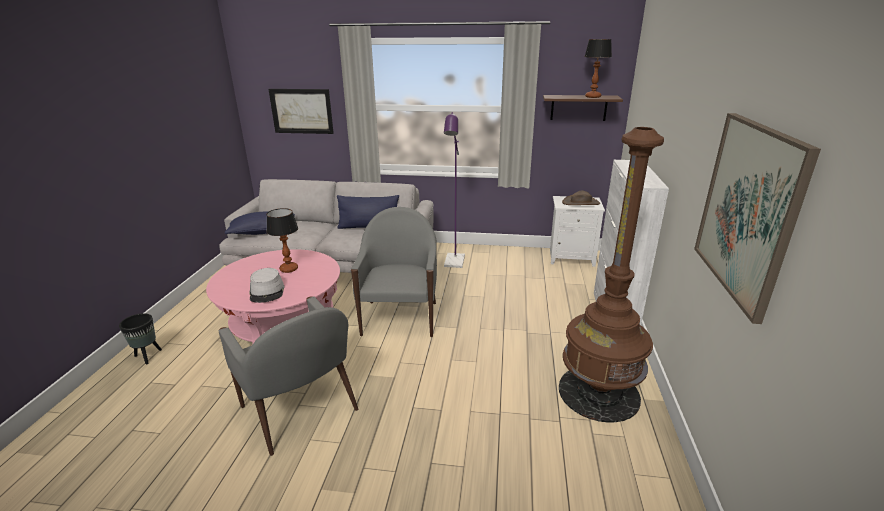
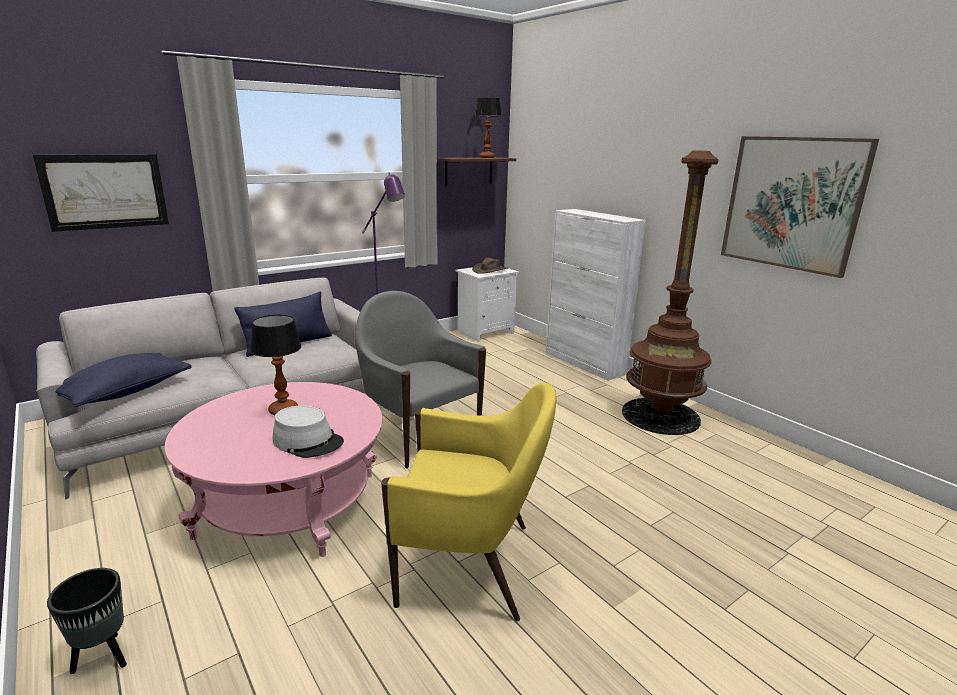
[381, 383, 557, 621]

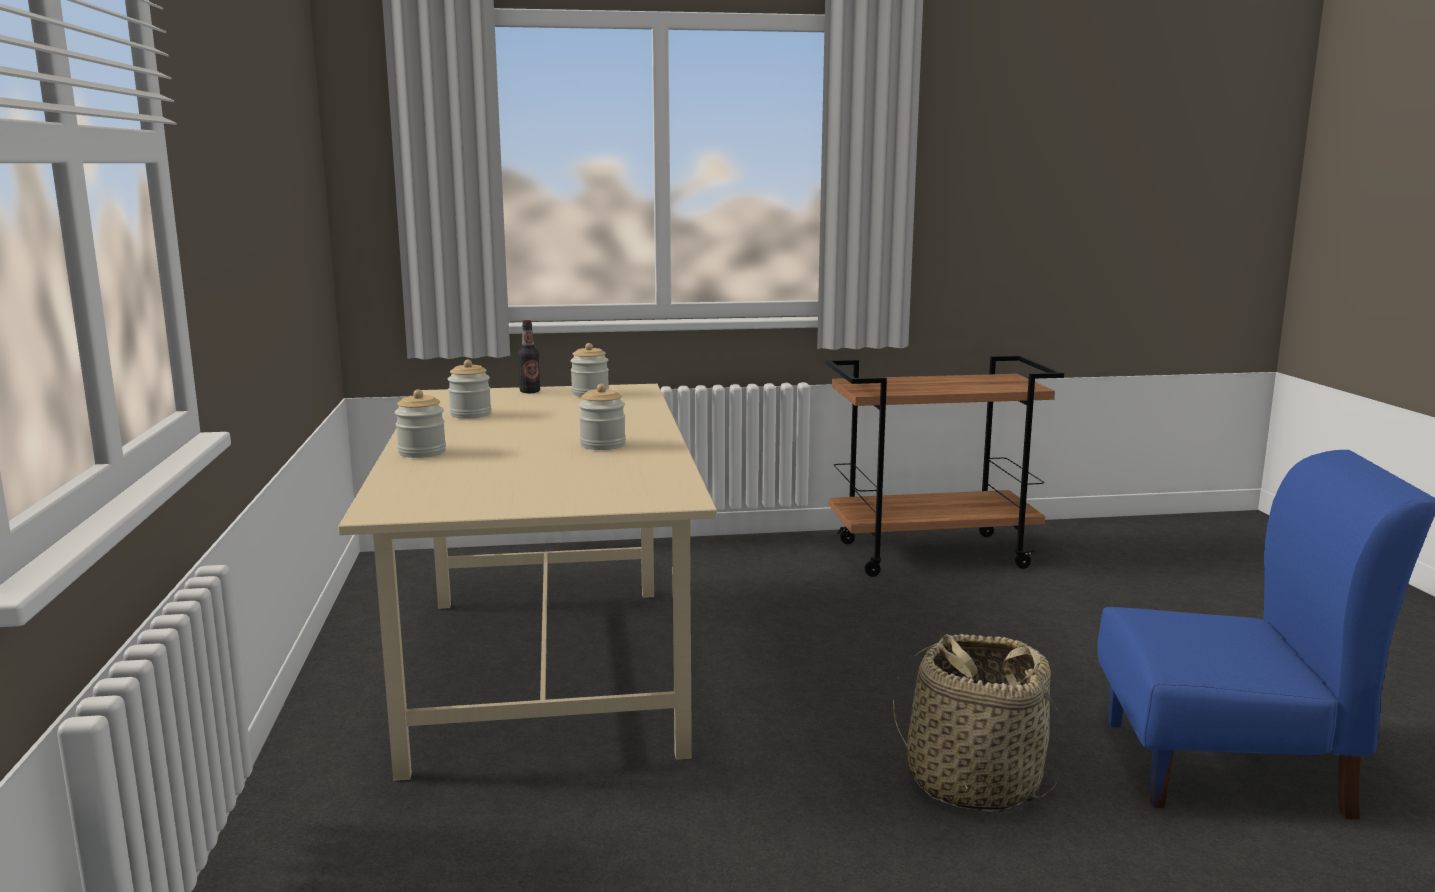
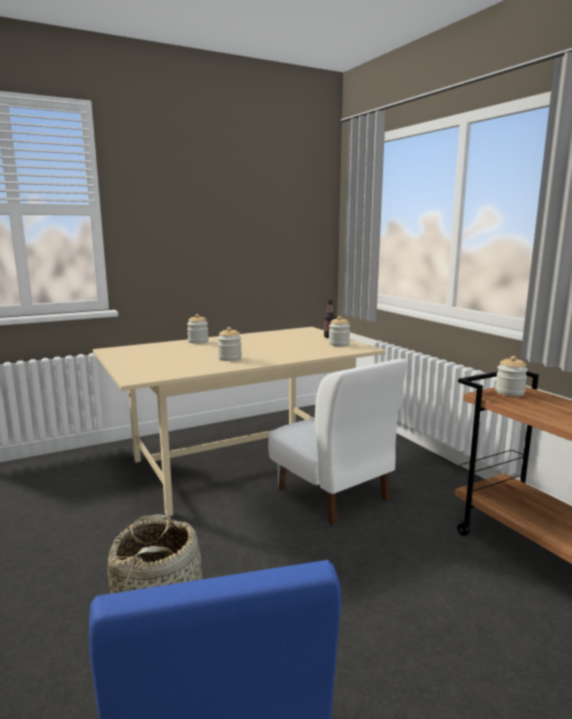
[495, 356, 528, 396]
[268, 358, 408, 525]

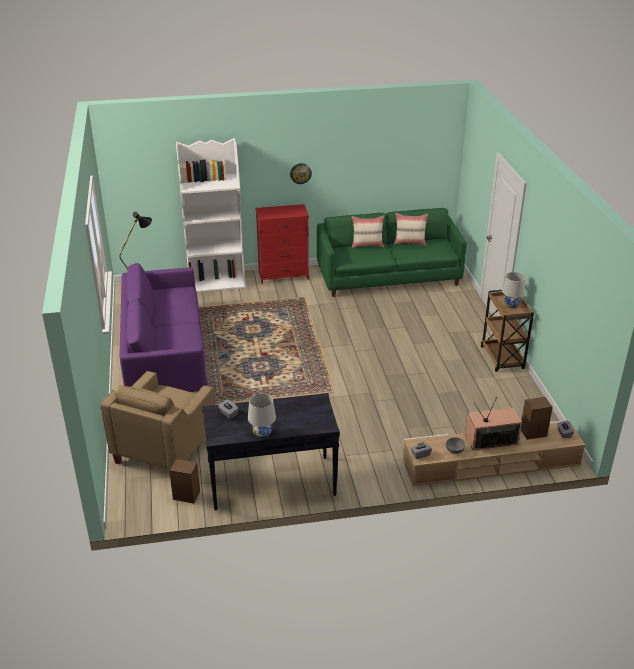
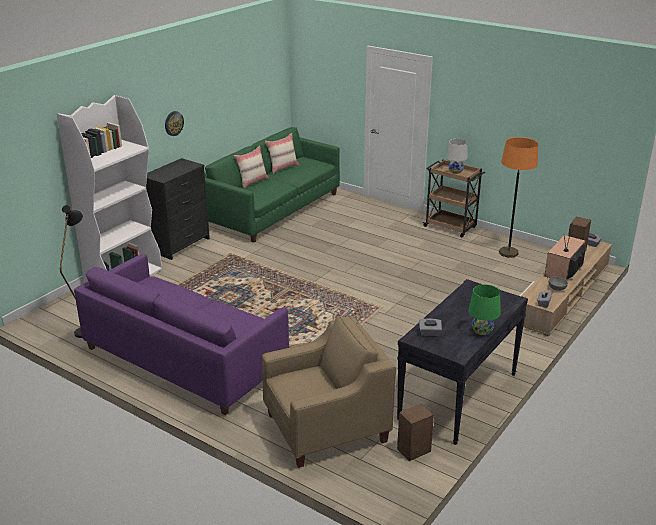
[262, 316, 396, 468]
[468, 284, 501, 335]
[146, 158, 210, 260]
[499, 137, 538, 258]

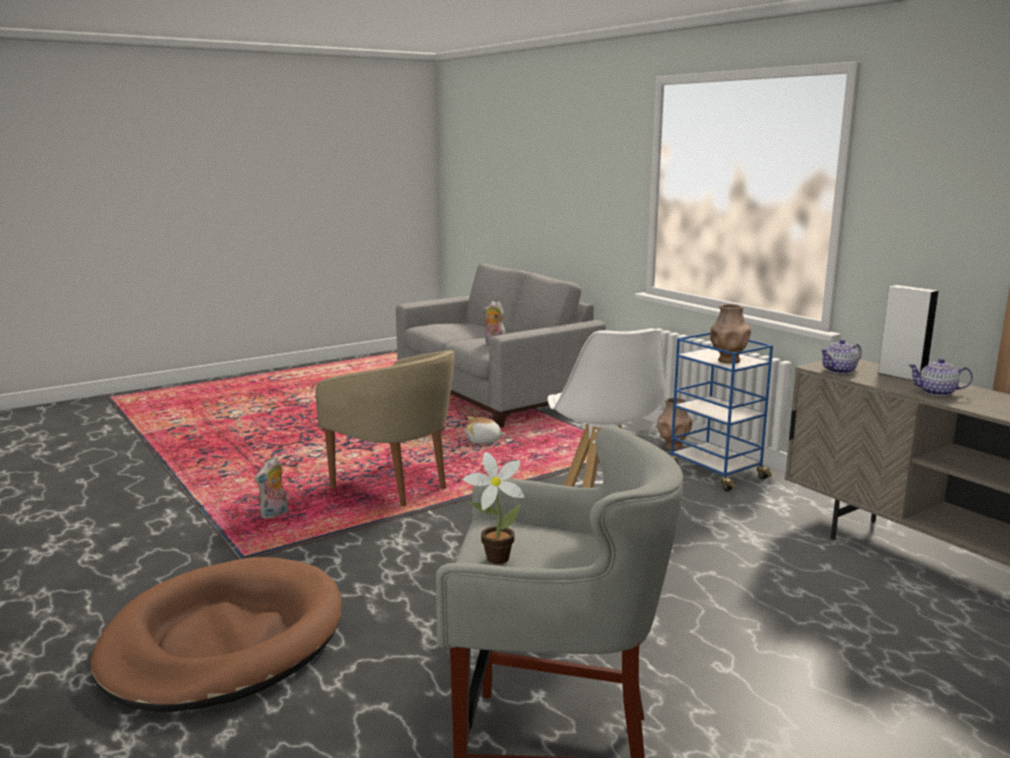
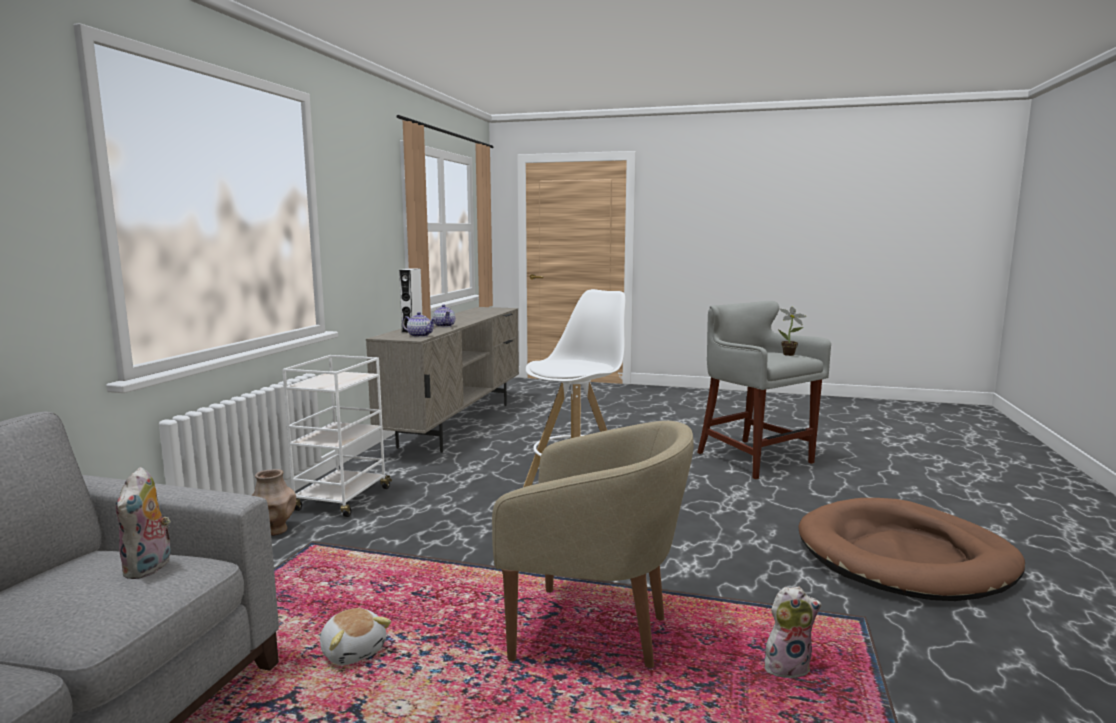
[492, 421, 694, 668]
[282, 355, 392, 517]
[710, 304, 751, 364] (first image)

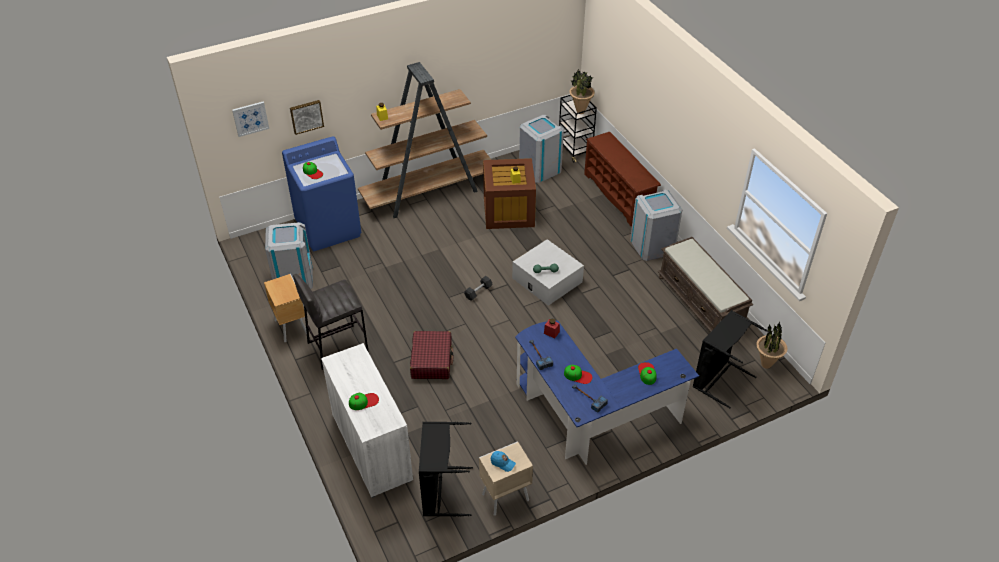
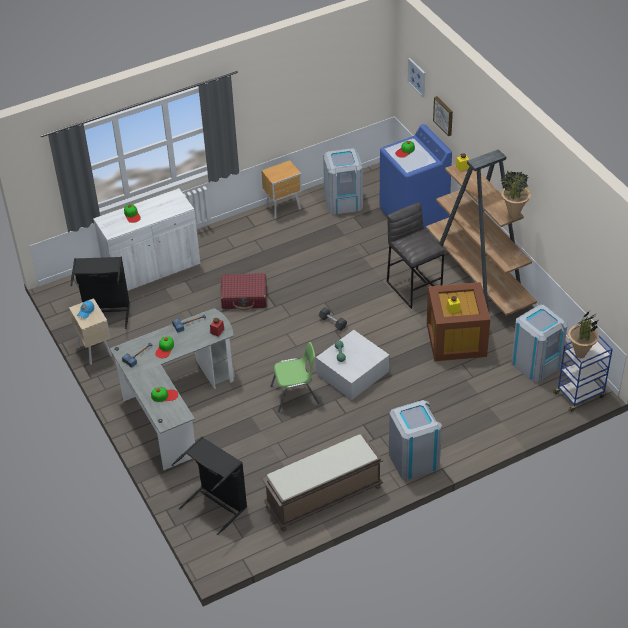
[387, 202, 445, 309]
[110, 308, 235, 470]
[552, 335, 613, 412]
[584, 132, 661, 227] (first image)
[500, 170, 531, 218]
[271, 342, 319, 412]

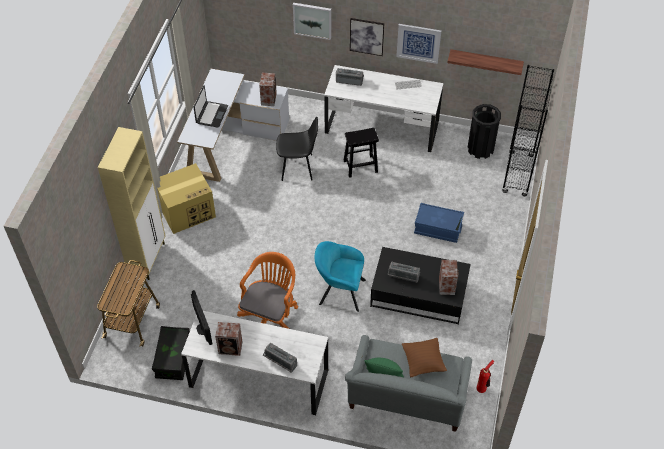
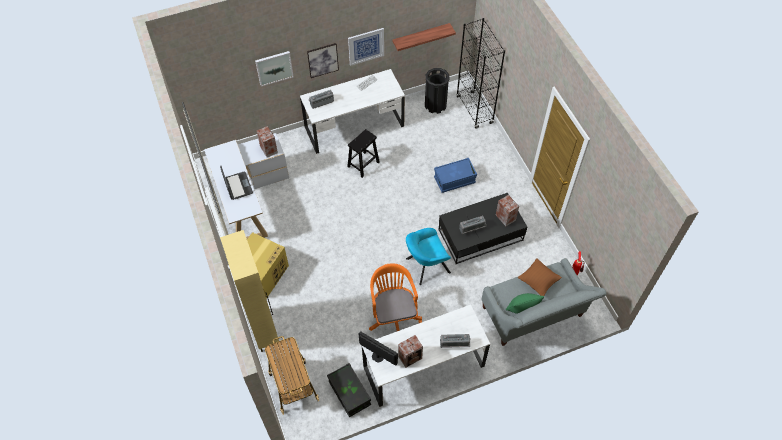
[276, 117, 318, 181] (first image)

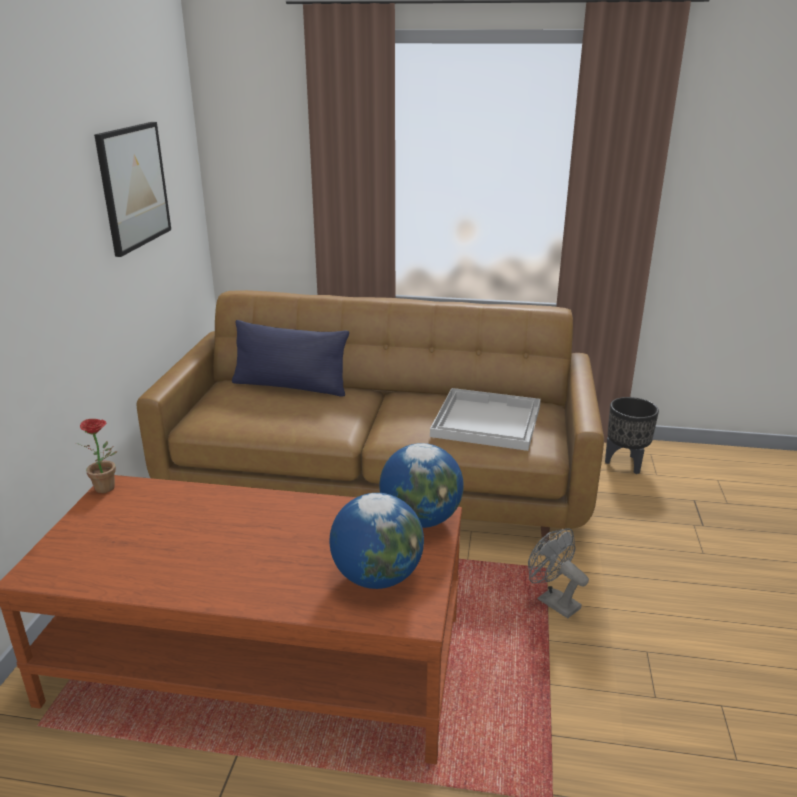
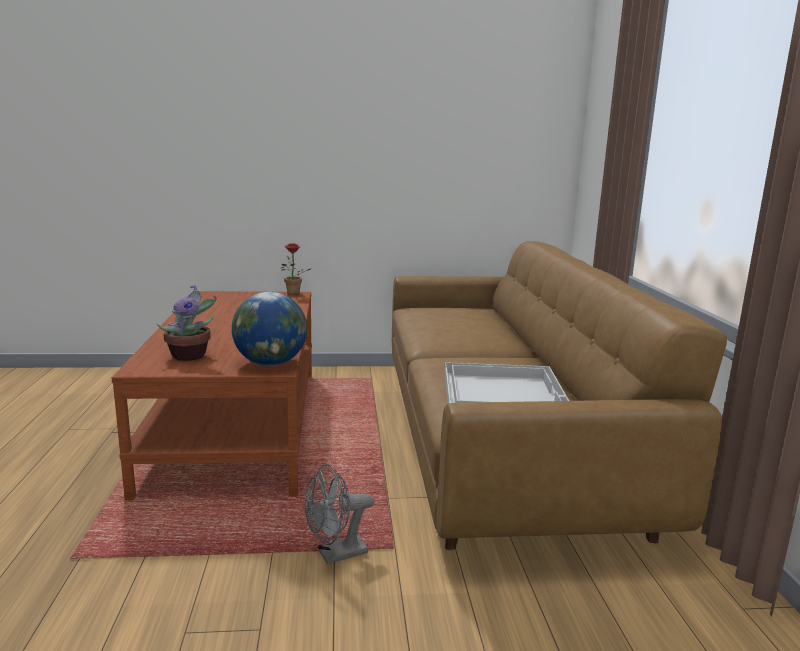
[94, 122, 171, 257] (first image)
[232, 320, 349, 396] (first image)
[156, 285, 217, 361]
[305, 464, 374, 564]
[605, 397, 659, 474] (first image)

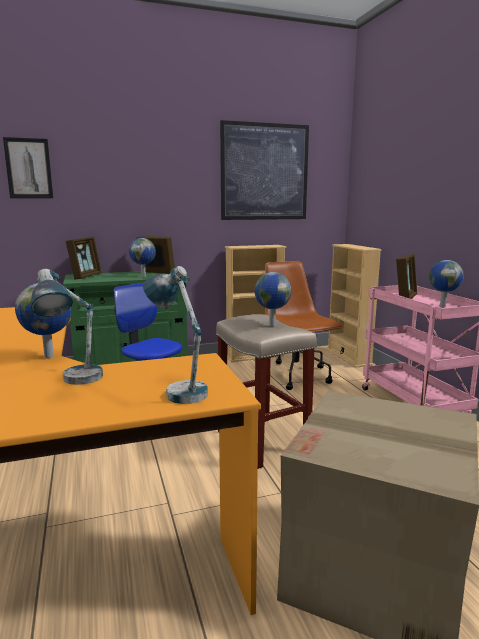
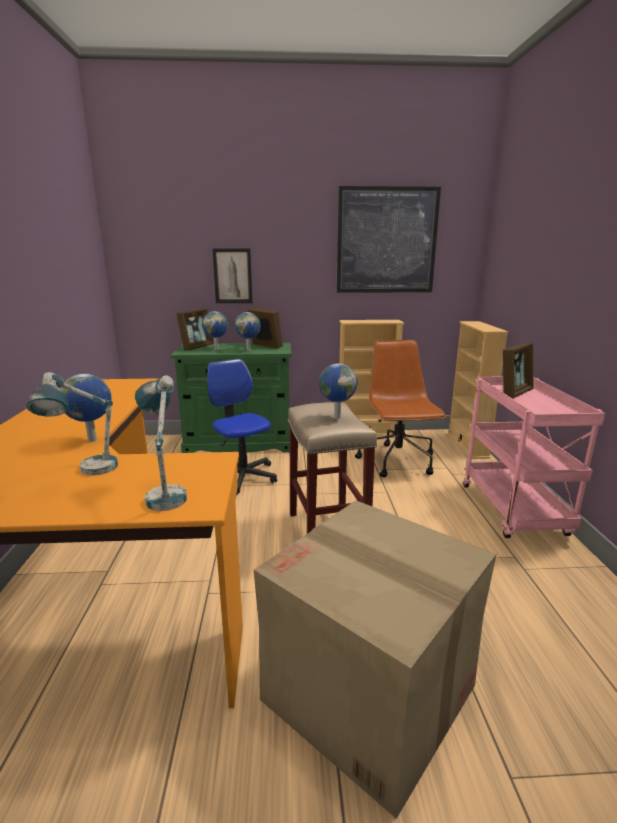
[212, 248, 253, 303]
[202, 311, 228, 350]

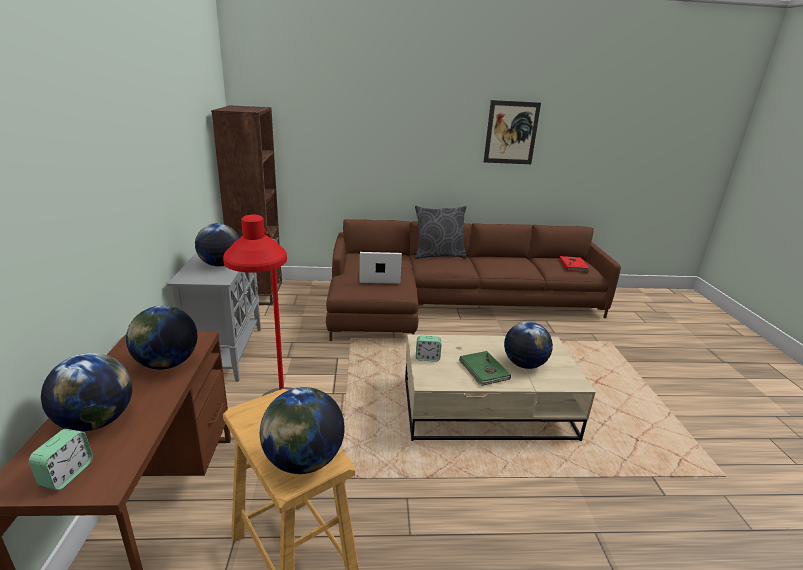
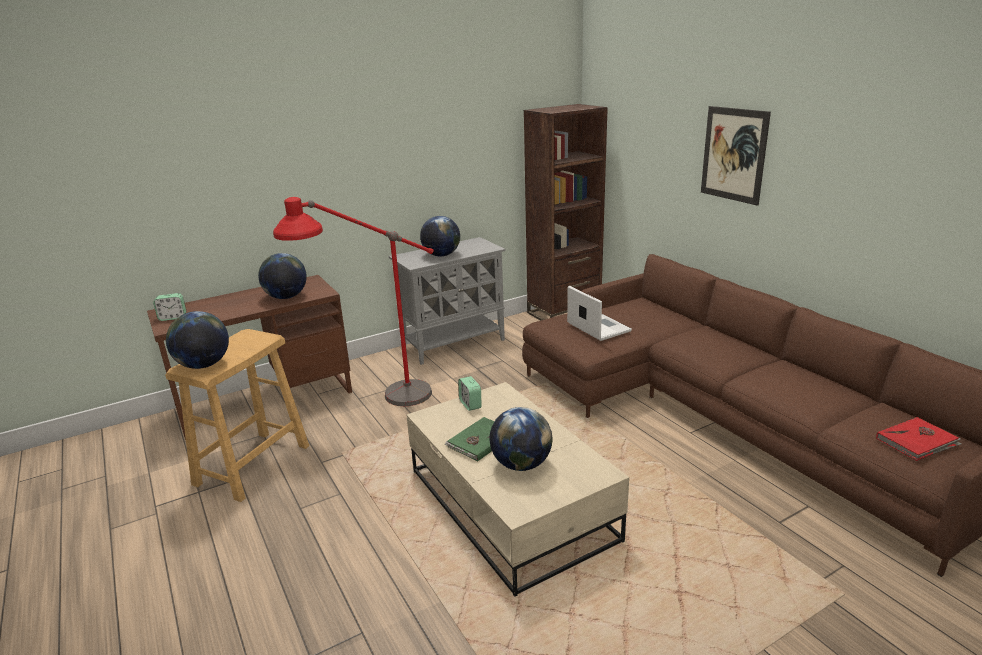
[41, 353, 132, 431] (first image)
[415, 206, 466, 259] (first image)
[701, 106, 771, 206]

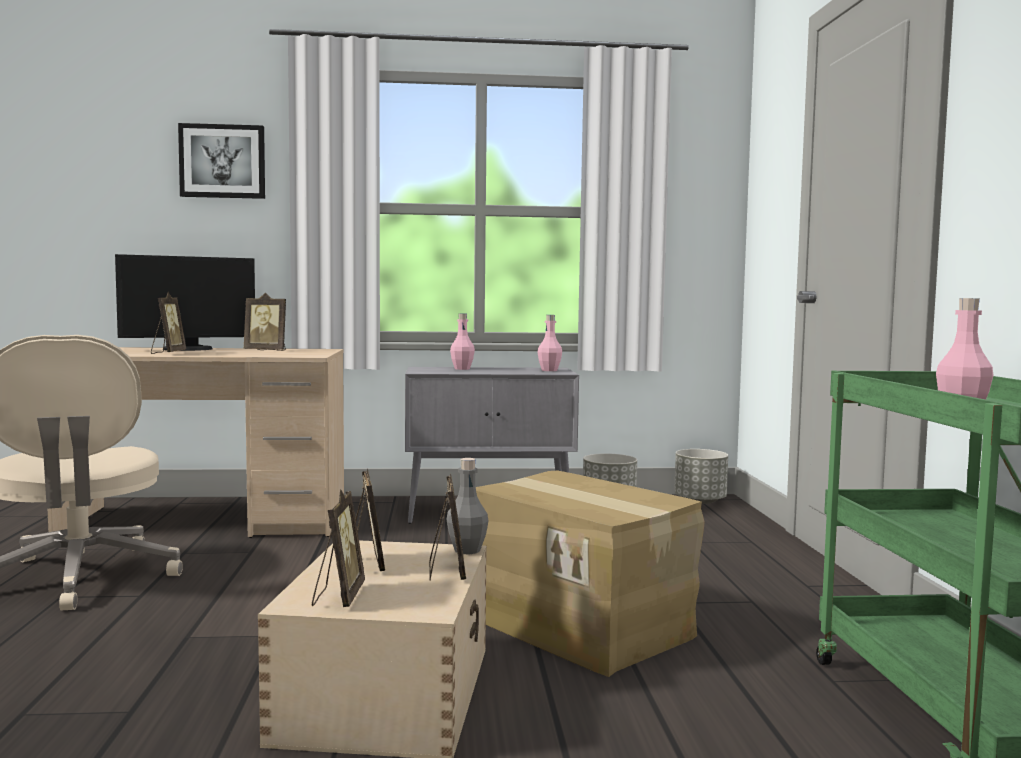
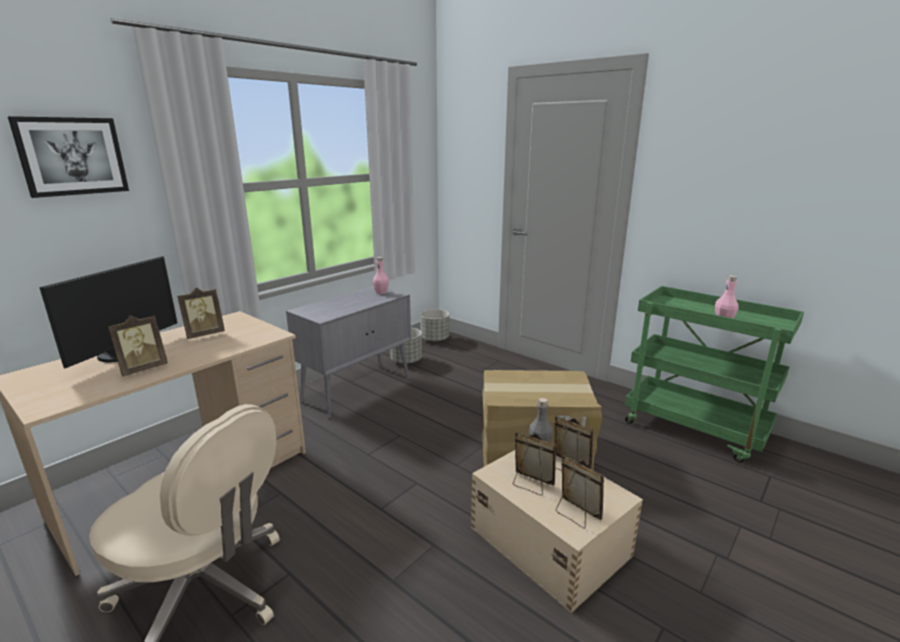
[108, 315, 168, 376]
[450, 313, 475, 370] (first image)

